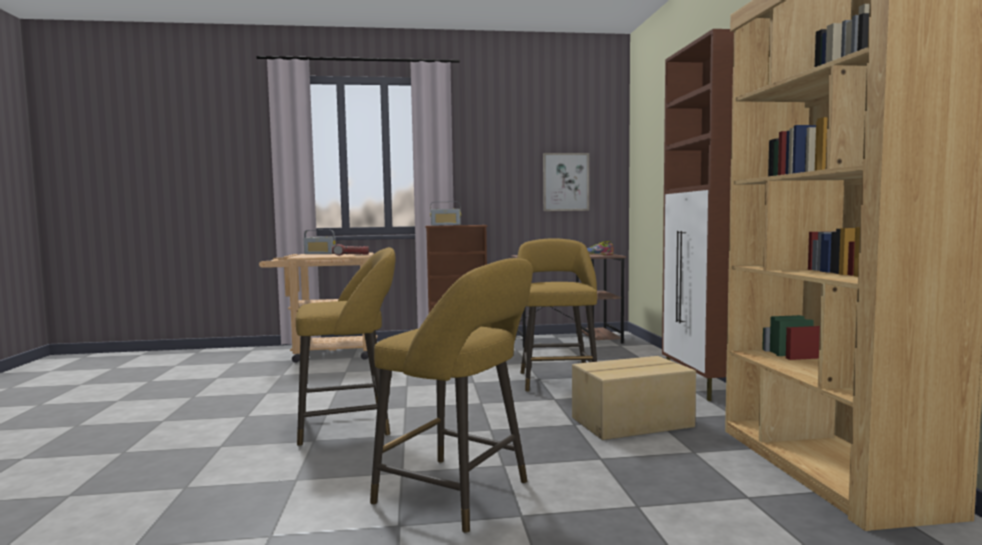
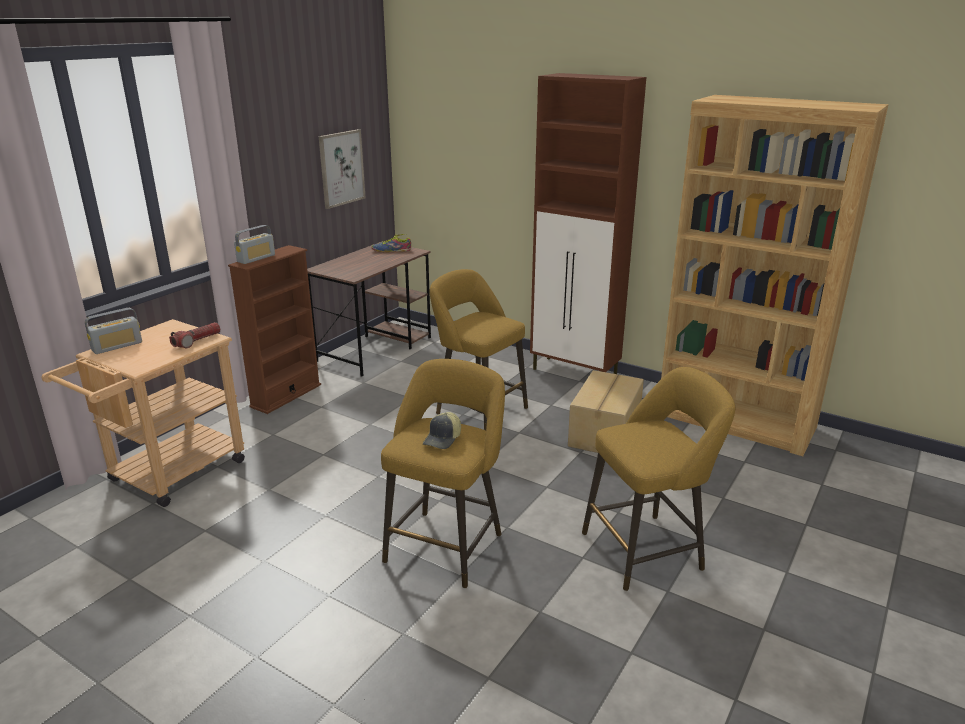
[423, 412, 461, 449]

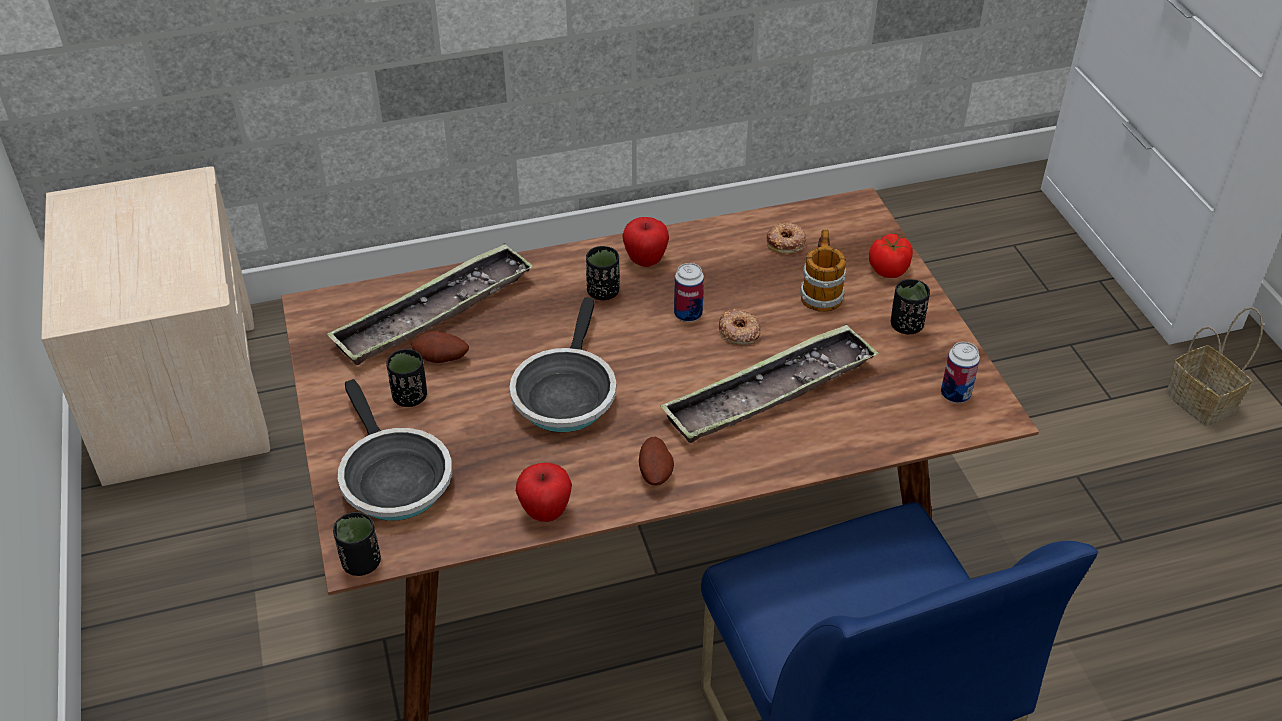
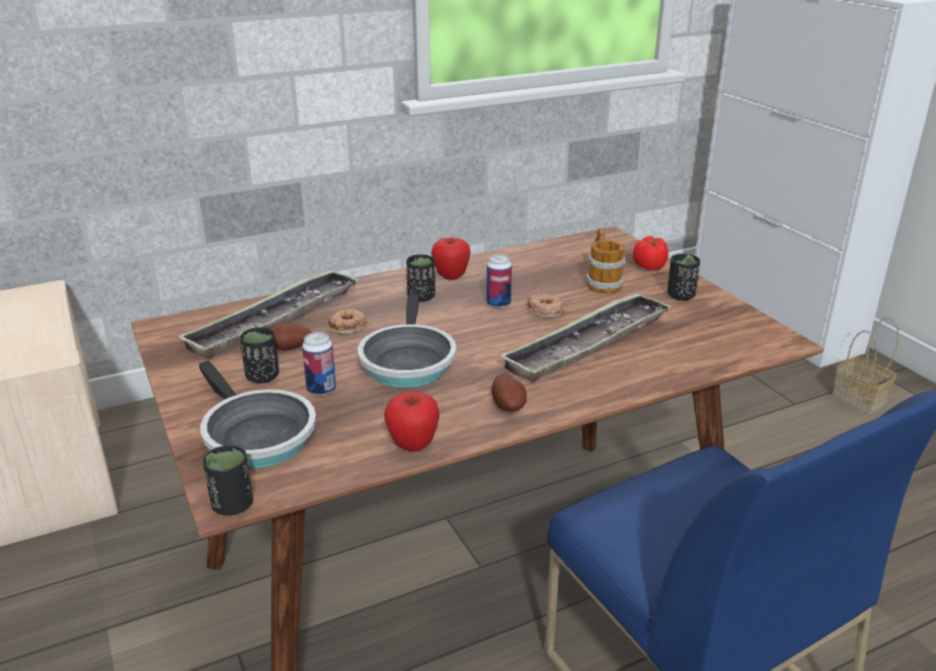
[328, 309, 367, 334]
[302, 332, 336, 396]

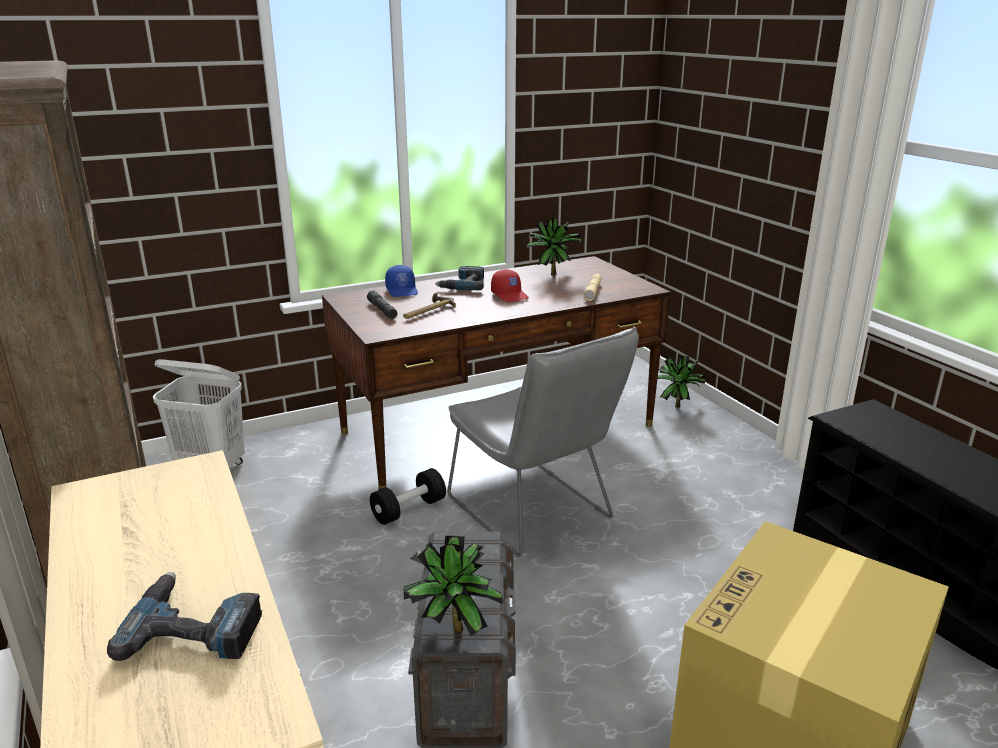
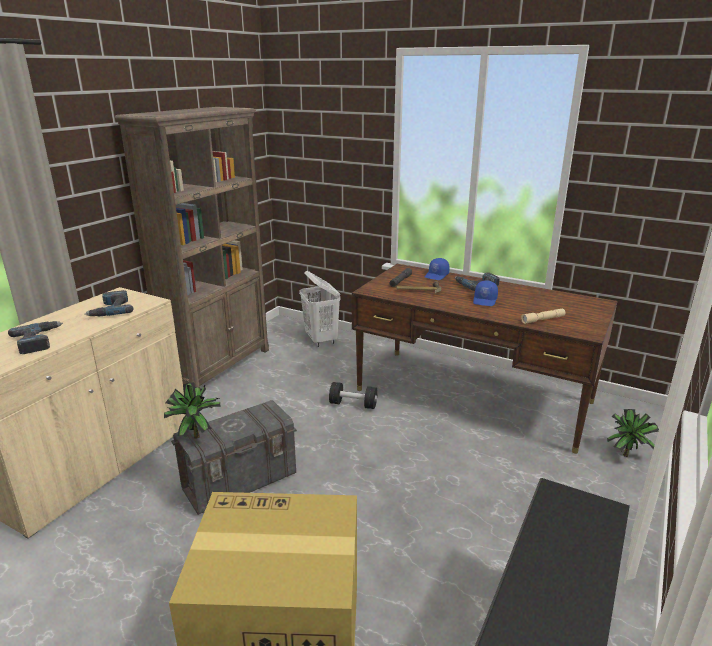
[448, 326, 639, 557] (first image)
[473, 281, 498, 306]
[527, 217, 582, 275] (first image)
[85, 290, 133, 316]

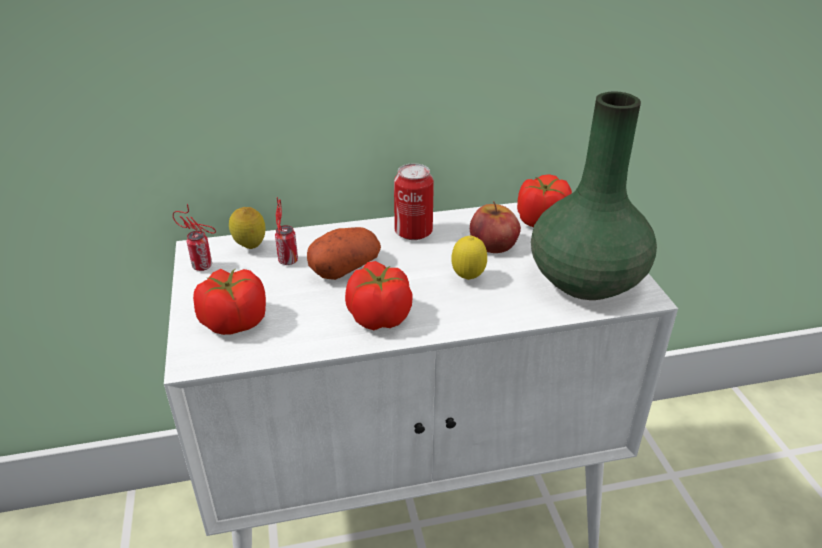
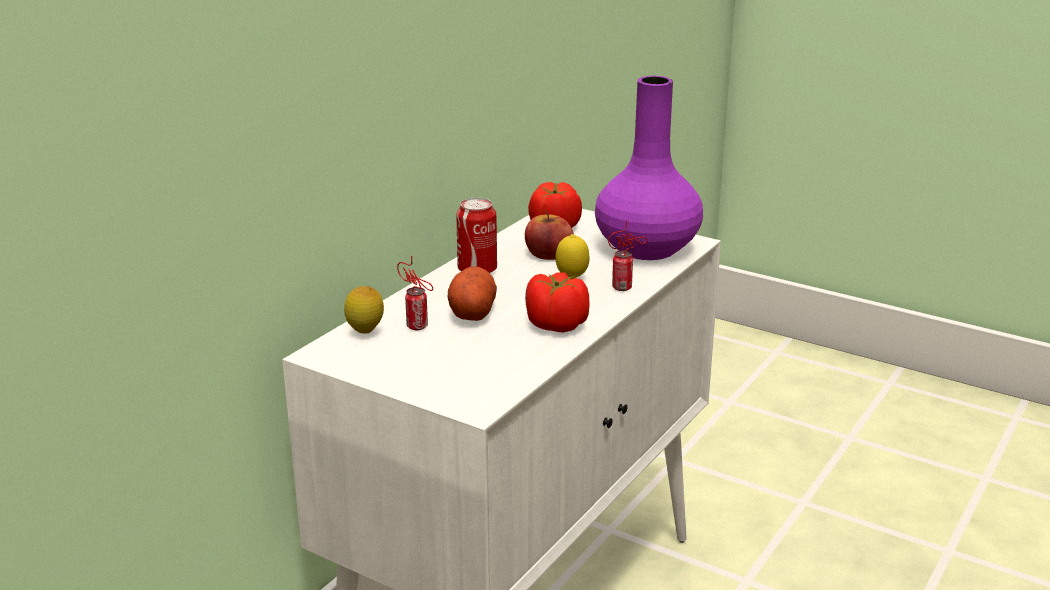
[608, 220, 647, 291]
[193, 268, 266, 335] (first image)
[595, 76, 703, 260]

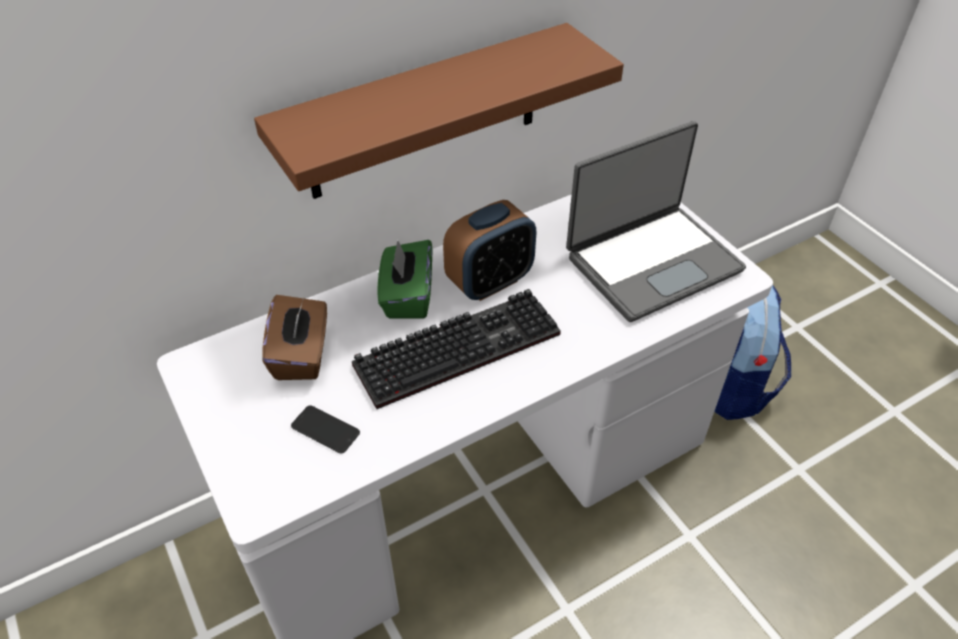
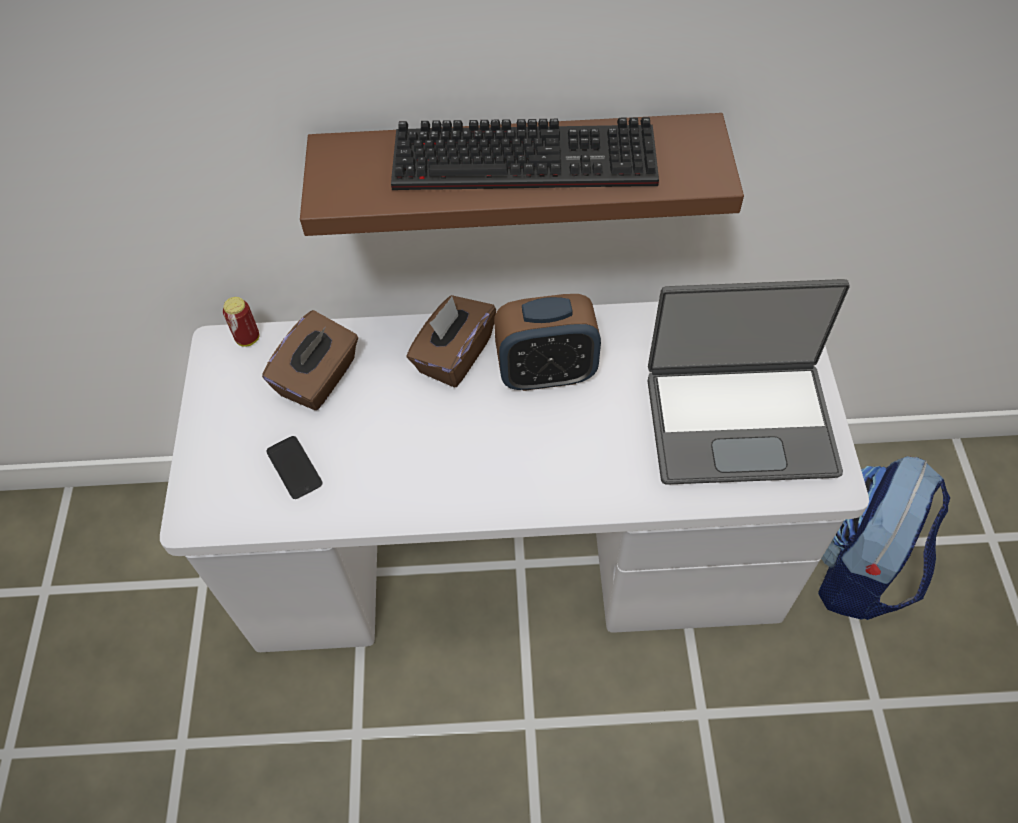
[391, 117, 659, 190]
[407, 295, 496, 388]
[223, 297, 259, 347]

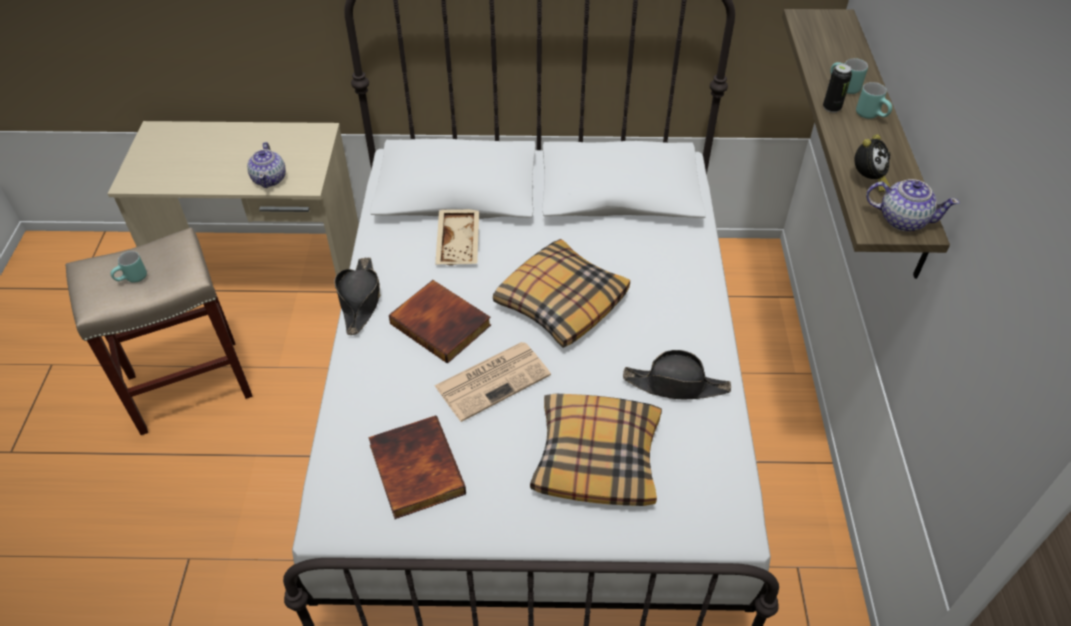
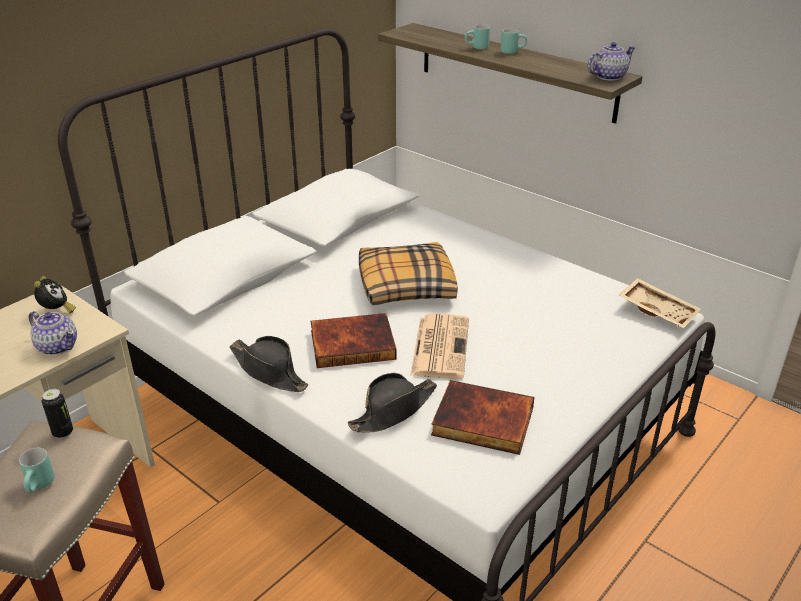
[619, 278, 701, 329]
[530, 394, 662, 506] (first image)
[347, 373, 437, 432]
[41, 389, 73, 439]
[34, 276, 76, 314]

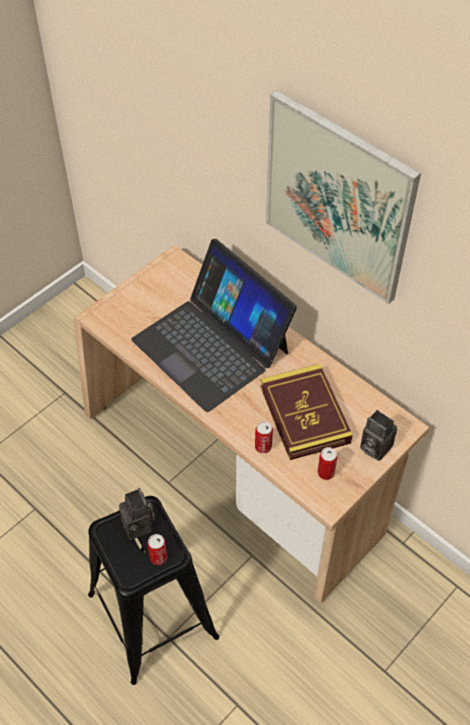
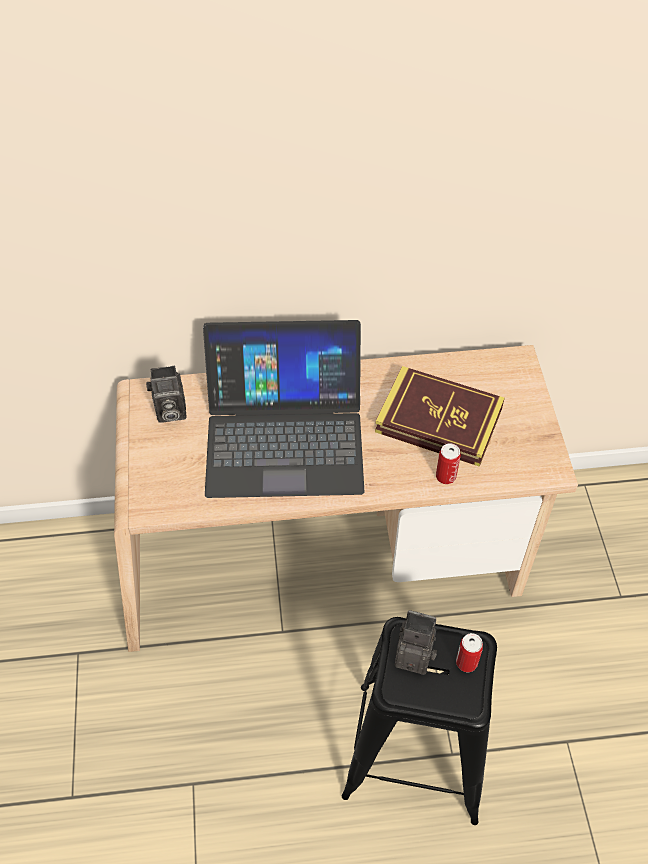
[266, 90, 421, 304] (first image)
[317, 447, 337, 480] (first image)
[146, 366, 187, 423]

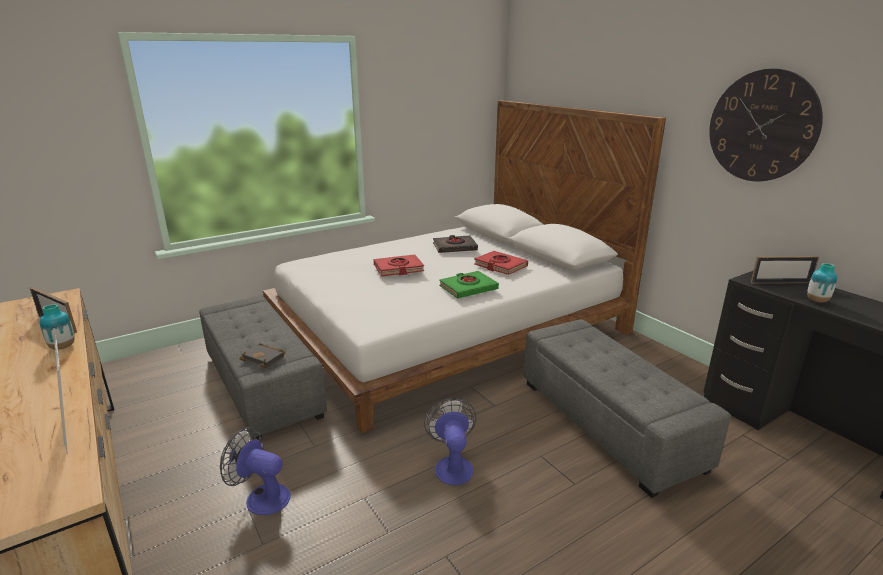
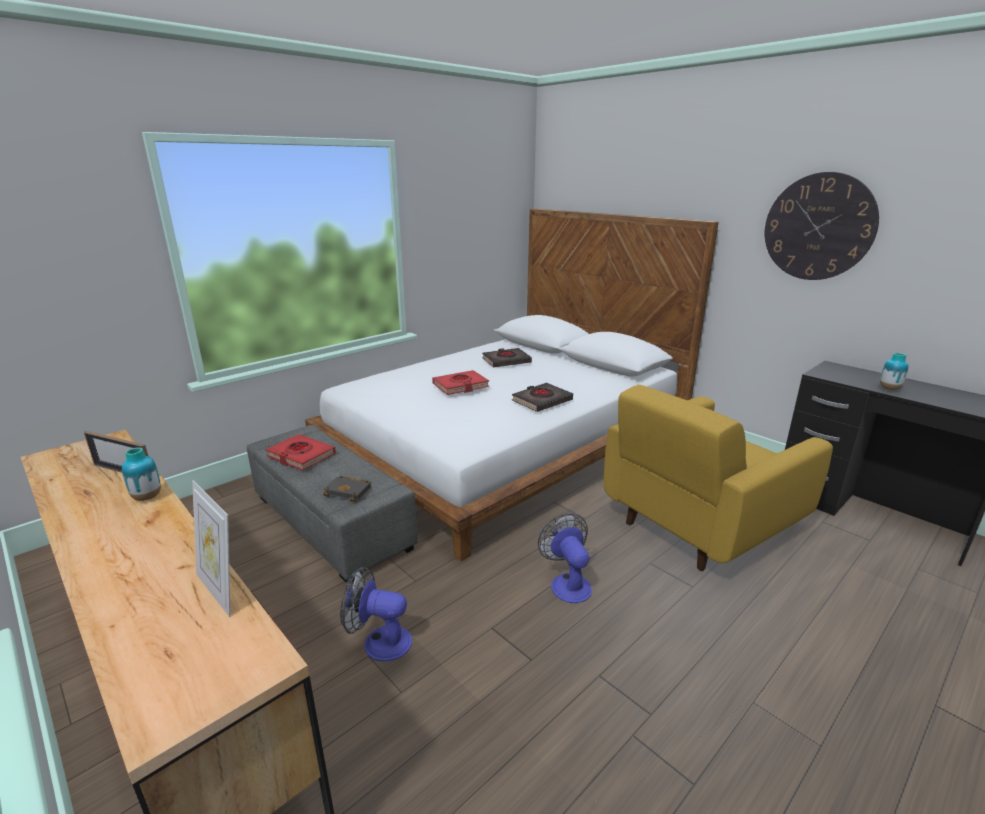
[512, 383, 573, 412]
[266, 434, 336, 470]
[603, 385, 833, 571]
[751, 256, 819, 284] (first image)

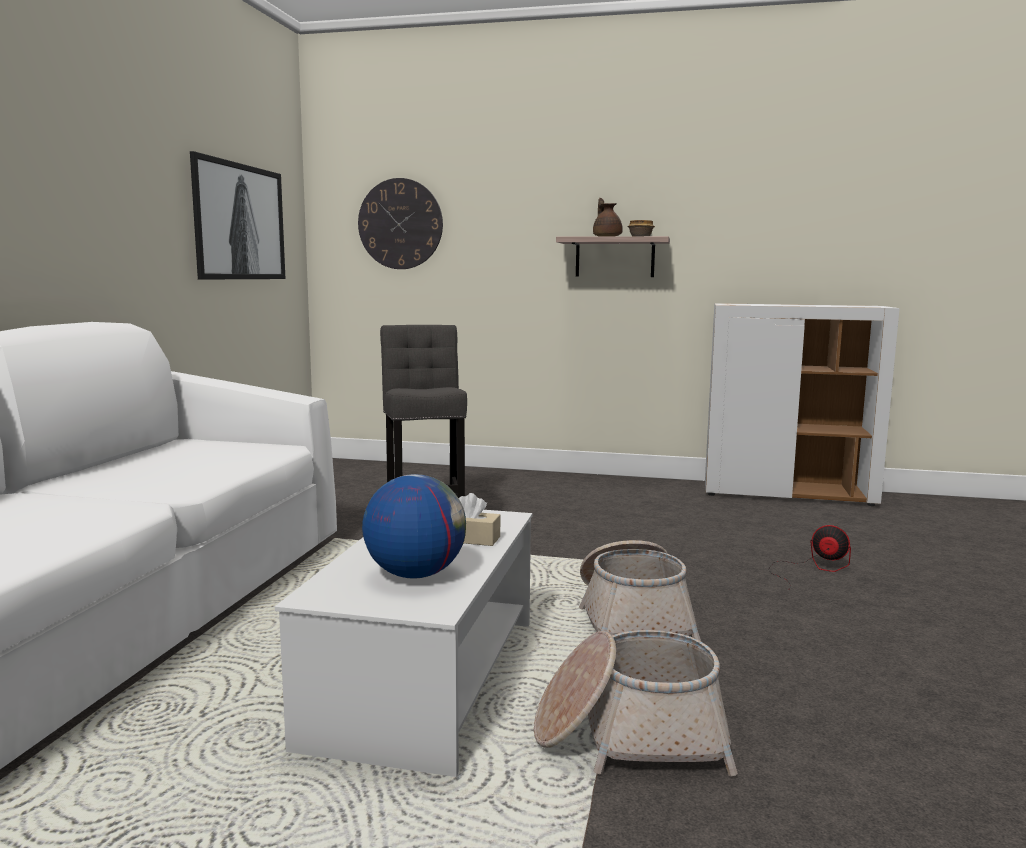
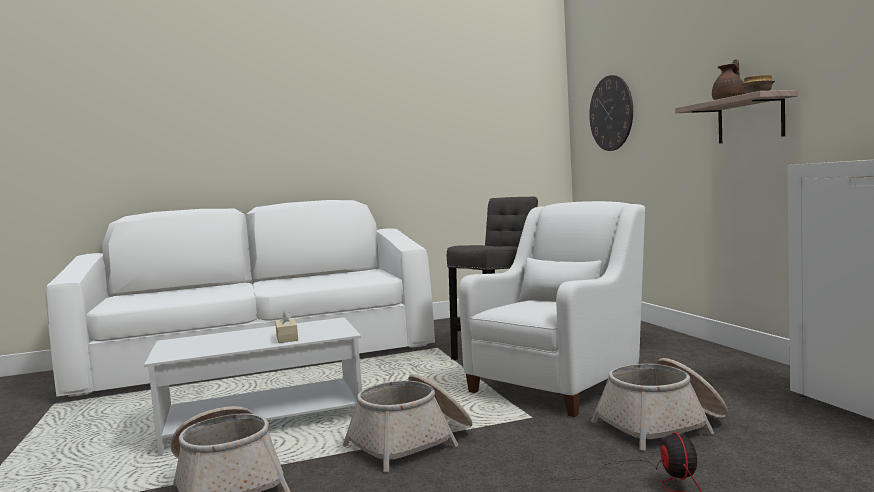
[190, 151, 285, 280] (first image)
[362, 474, 466, 579] (first image)
[459, 201, 645, 417]
[591, 358, 728, 451]

